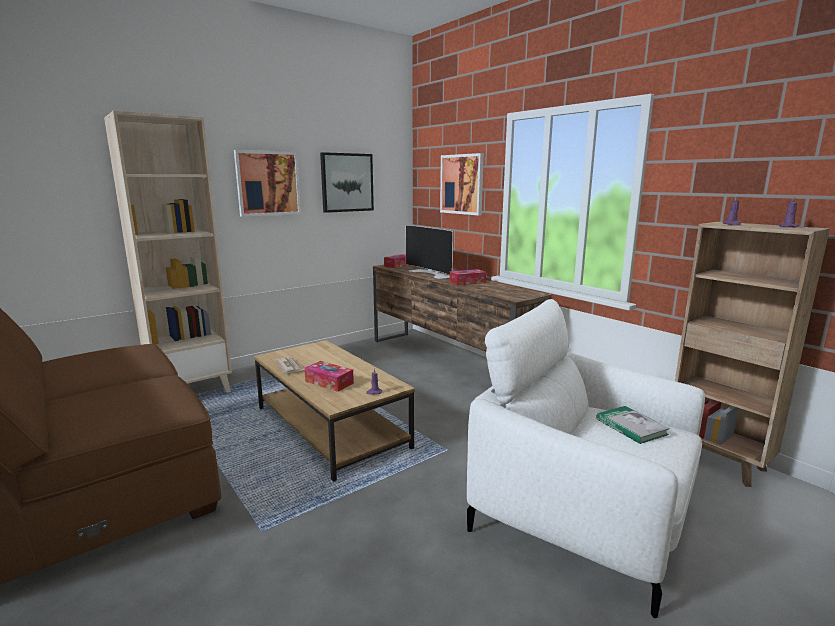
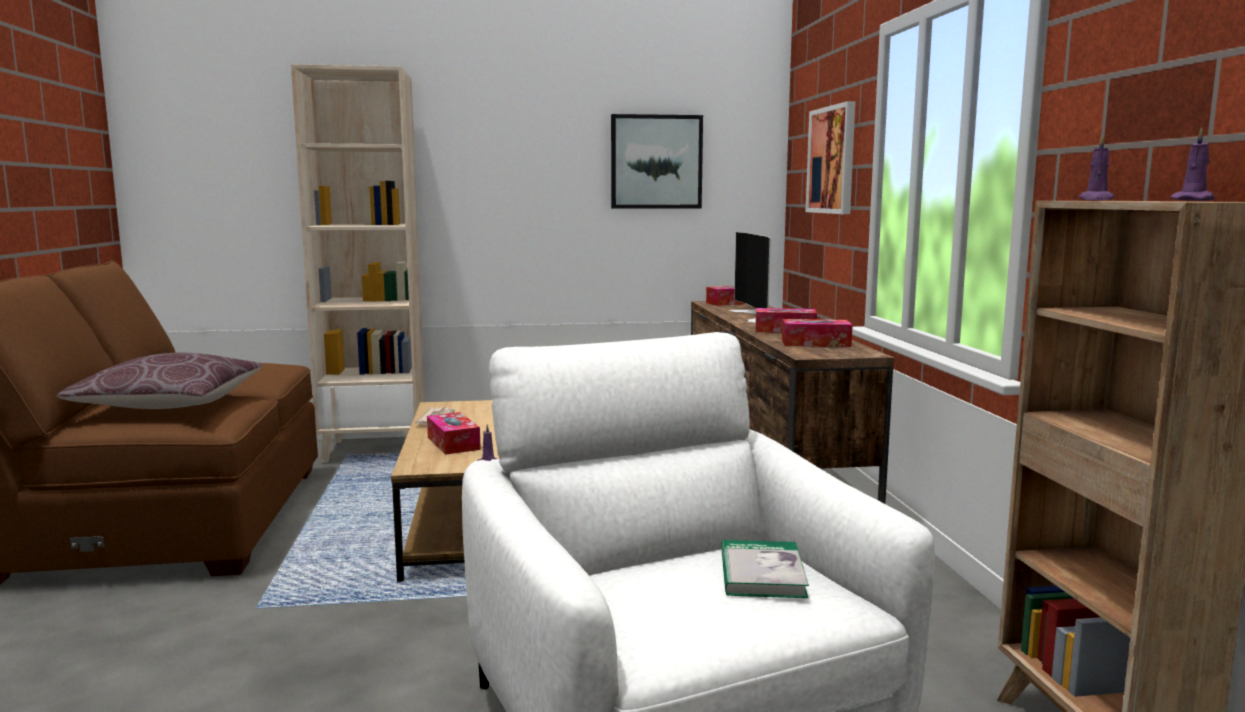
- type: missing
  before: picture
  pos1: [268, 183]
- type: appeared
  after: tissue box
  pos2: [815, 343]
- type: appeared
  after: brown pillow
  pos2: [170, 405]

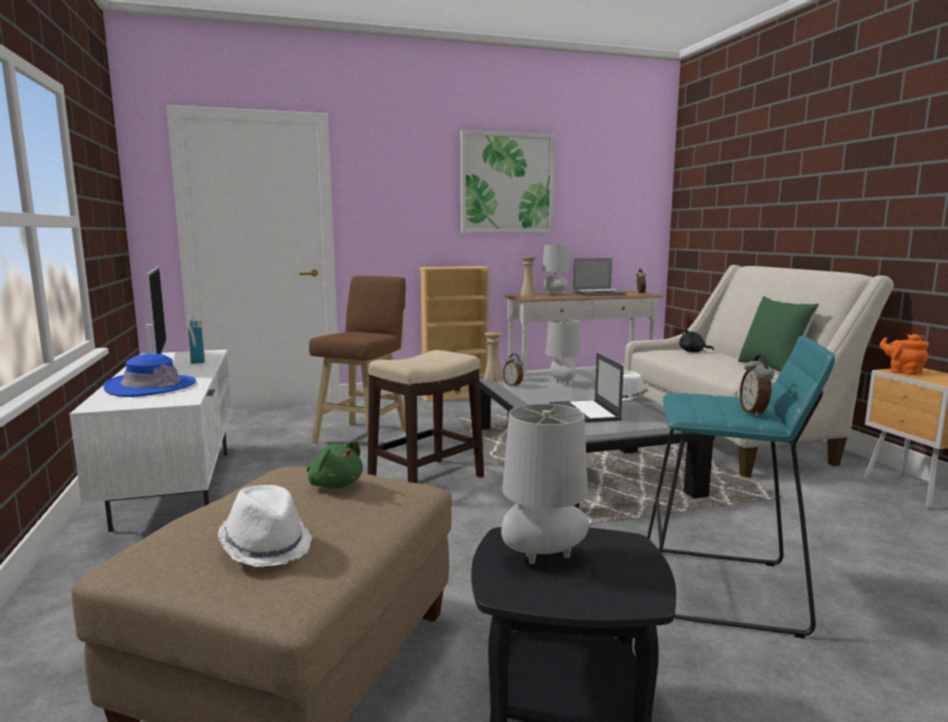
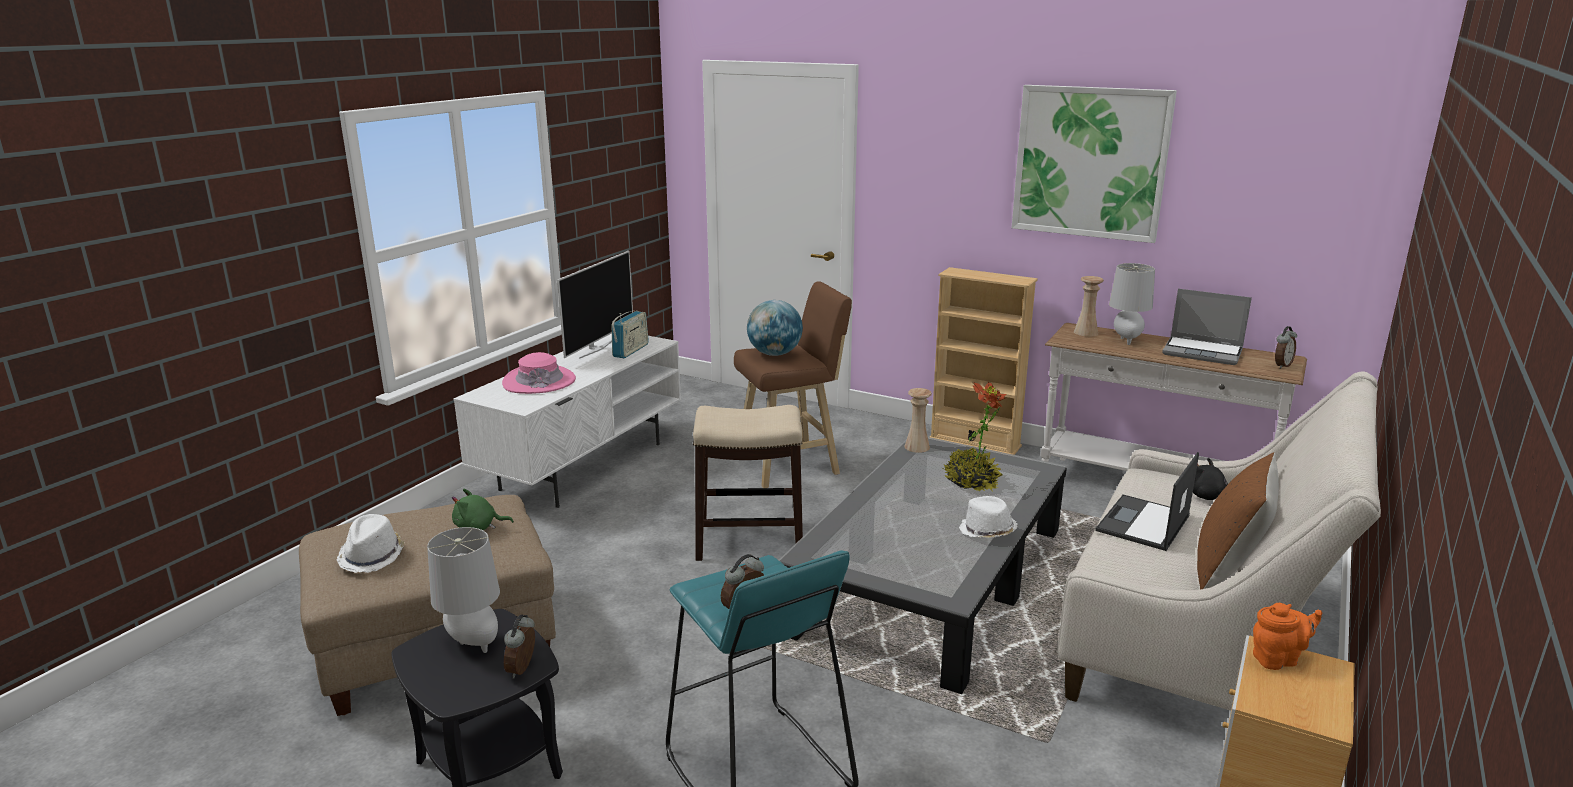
- type: colour
  before: green pillow
  after: brown pillow
  pos1: [772, 368]
  pos2: [1228, 569]
- type: exchanged
  before: grey table lamp
  after: potted plant
  pos1: [562, 383]
  pos2: [972, 482]
- type: spun
  before: orange teapot
  pos1: [903, 372]
  pos2: [1278, 659]
  turn: 75
- type: colour
  before: blue hat
  after: pink hat
  pos1: [151, 386]
  pos2: [539, 381]
- type: relocated
  before: laptop
  pos1: [584, 412]
  pos2: [1143, 524]
- type: relocated
  before: alarm clock
  pos1: [513, 385]
  pos2: [523, 669]
- type: spun
  before: green plush toy
  pos1: [334, 485]
  pos2: [478, 527]
  turn: 90
- type: appeared
  after: globe
  pos2: [774, 354]

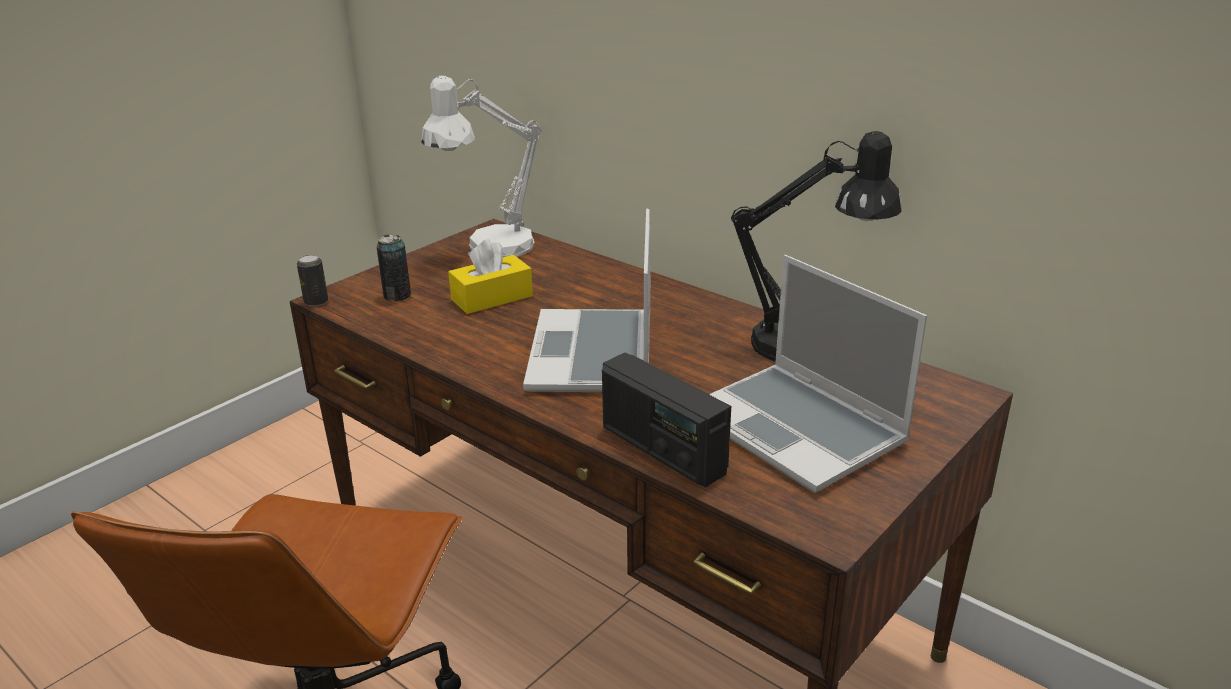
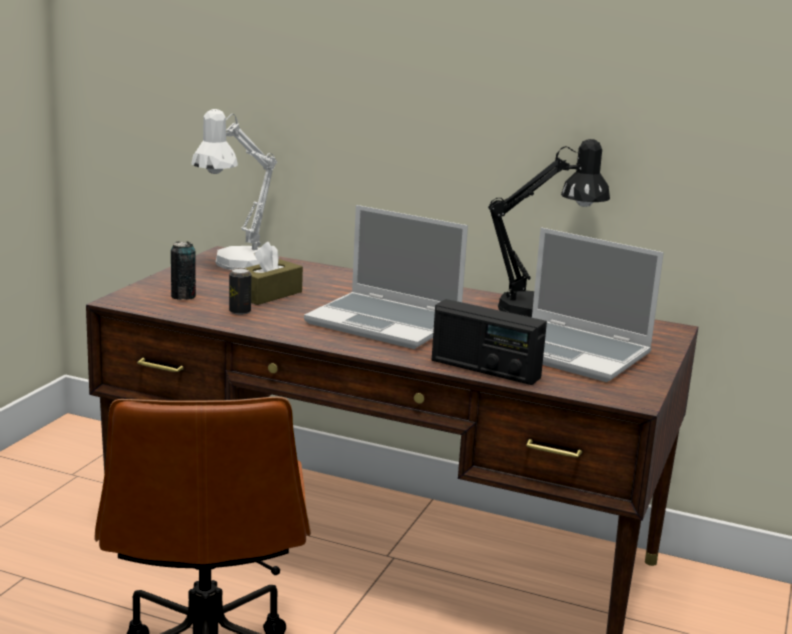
- type: spun
  before: laptop
  pos1: [594, 355]
  pos2: [386, 323]
  turn: -45
- type: colour
  before: yellow tissue box
  after: brown tissue box
  pos1: [492, 298]
  pos2: [268, 294]
- type: relocated
  before: can
  pos1: [316, 302]
  pos2: [240, 311]

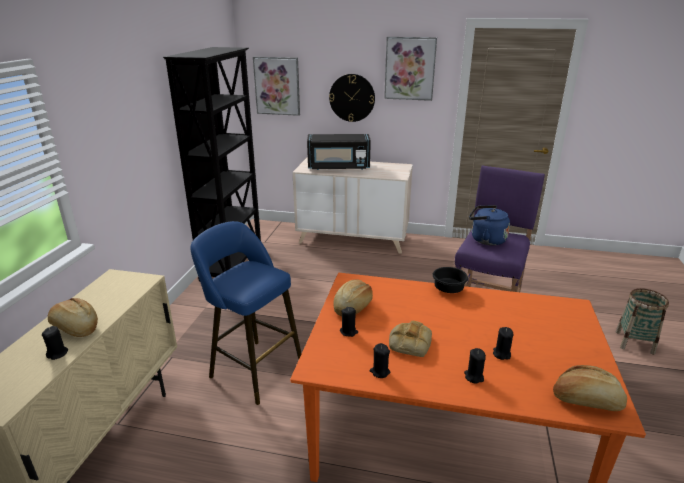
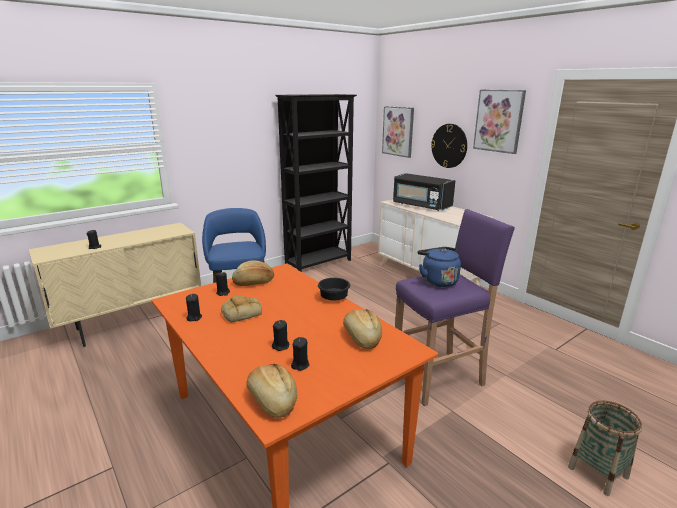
- type: relocated
  before: bread
  pos1: [75, 328]
  pos2: [361, 337]
- type: relocated
  before: black candle
  pos1: [473, 377]
  pos2: [300, 365]

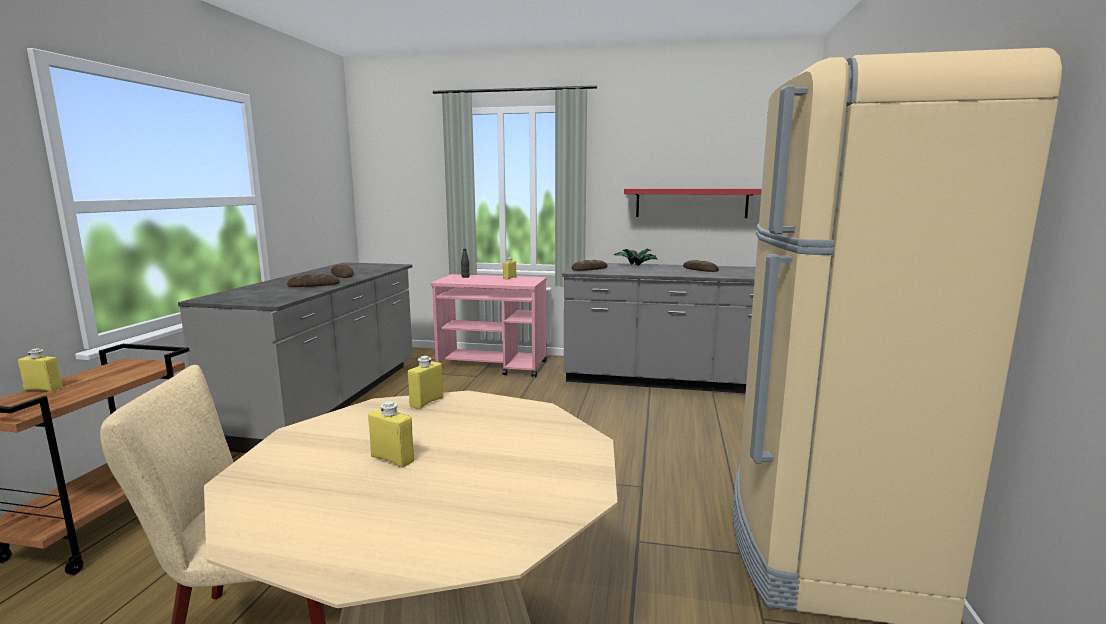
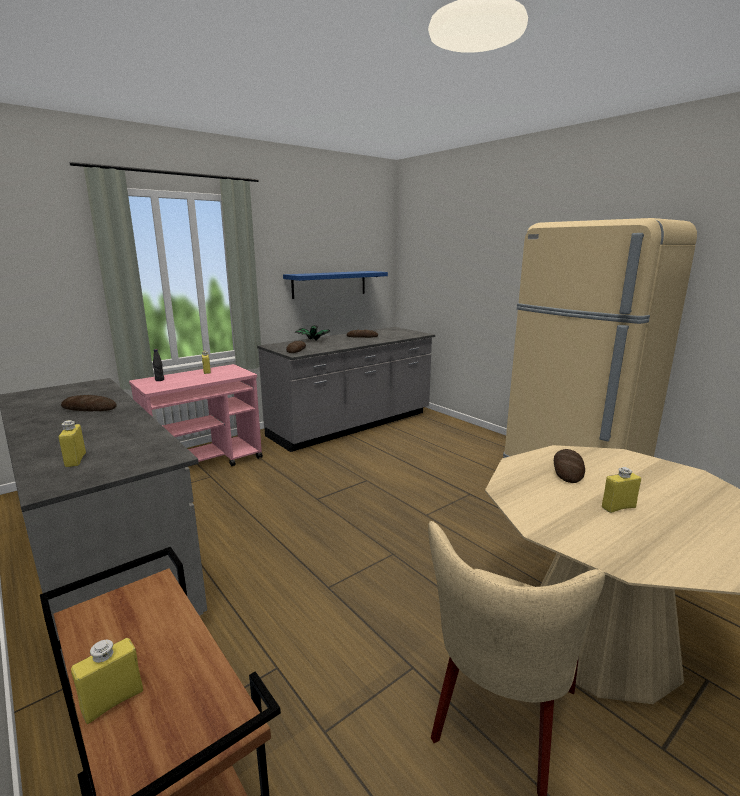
- type: colour
  before: red shelf
  after: blue shelf
  pos1: [691, 203]
  pos2: [329, 284]
- type: relocated
  before: bread
  pos1: [314, 285]
  pos2: [568, 469]
- type: relocated
  before: yellow bottle
  pos1: [426, 402]
  pos2: [75, 460]

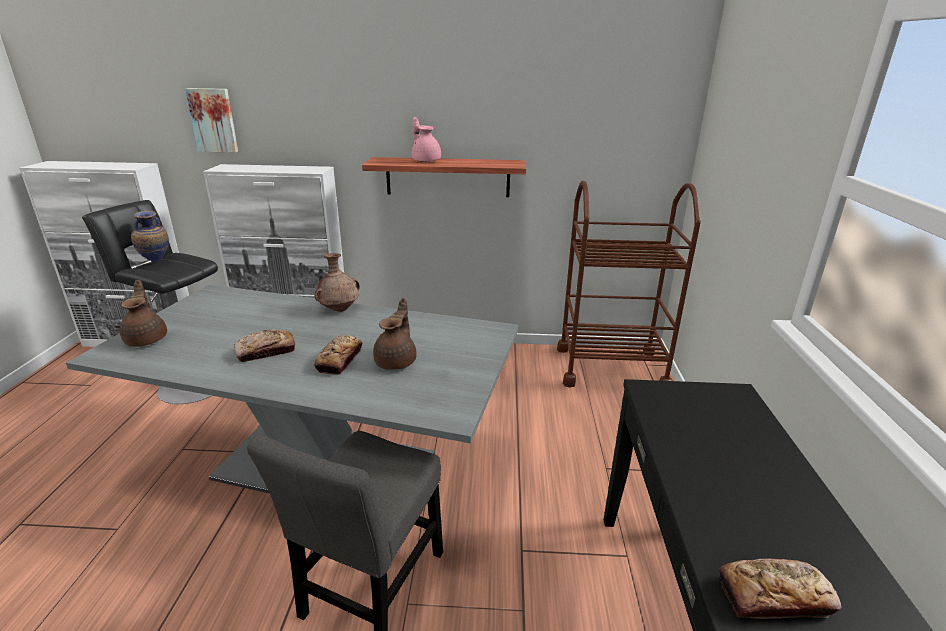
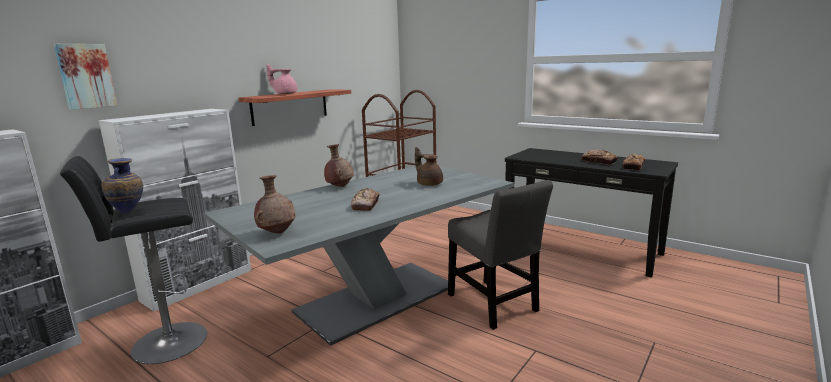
- type: exchanged
  before: brown teapot
  after: brown vase
  pos1: [147, 339]
  pos2: [277, 232]
- type: relocated
  before: bread
  pos1: [339, 360]
  pos2: [598, 161]

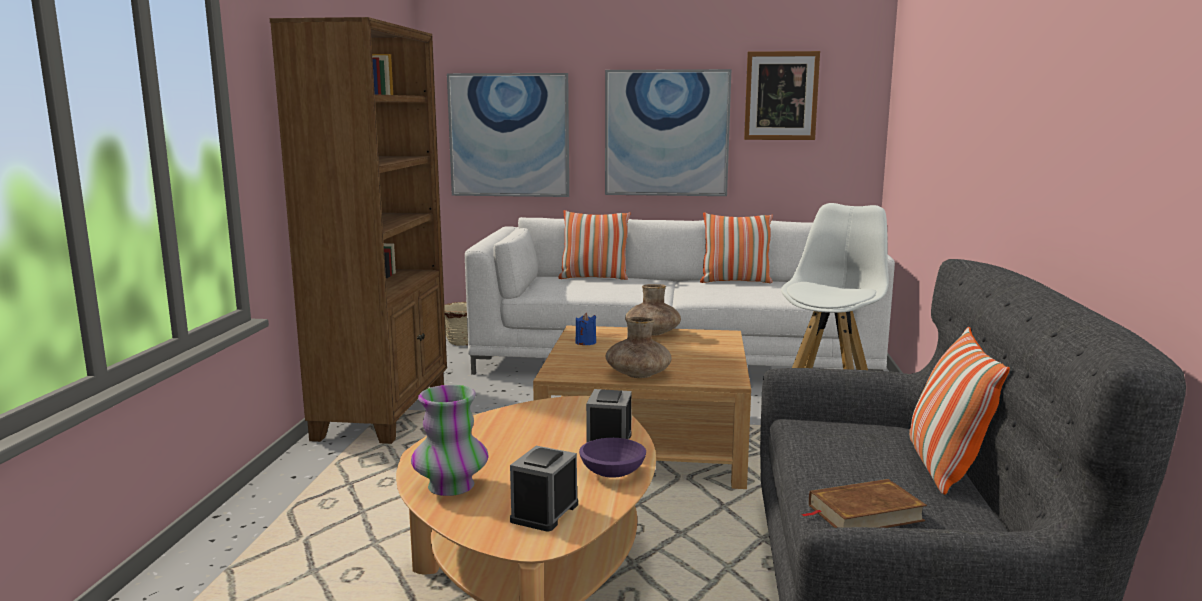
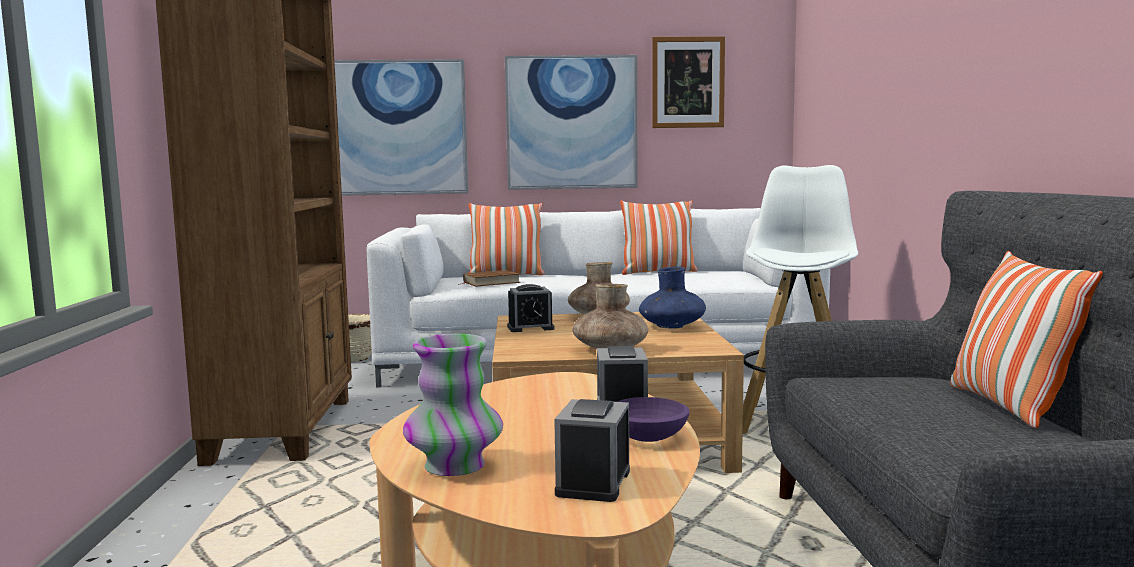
- type: exchanged
  before: blue candle
  after: alarm clock
  pos1: [585, 343]
  pos2: [530, 328]
- type: relocated
  before: brown book
  pos1: [864, 513]
  pos2: [491, 282]
- type: appeared
  after: blue vase
  pos2: [671, 326]

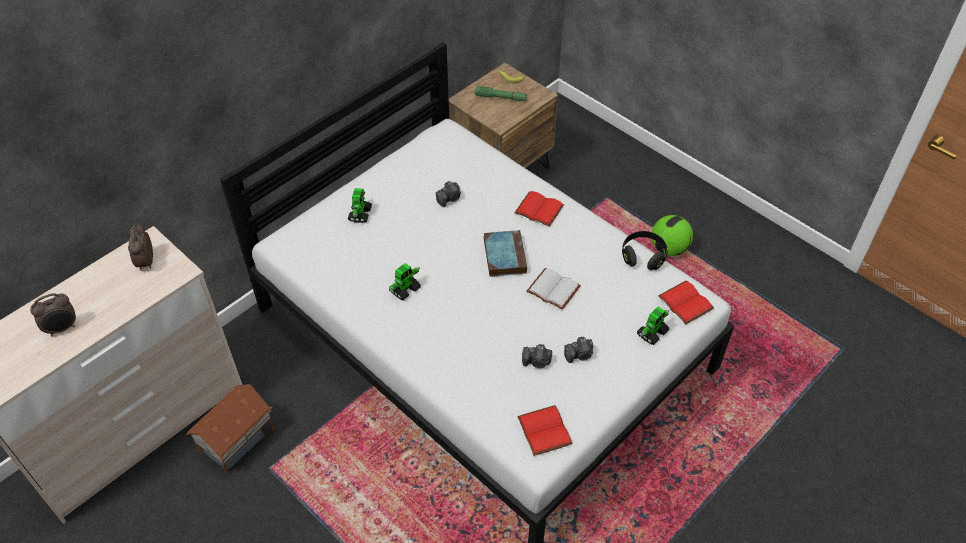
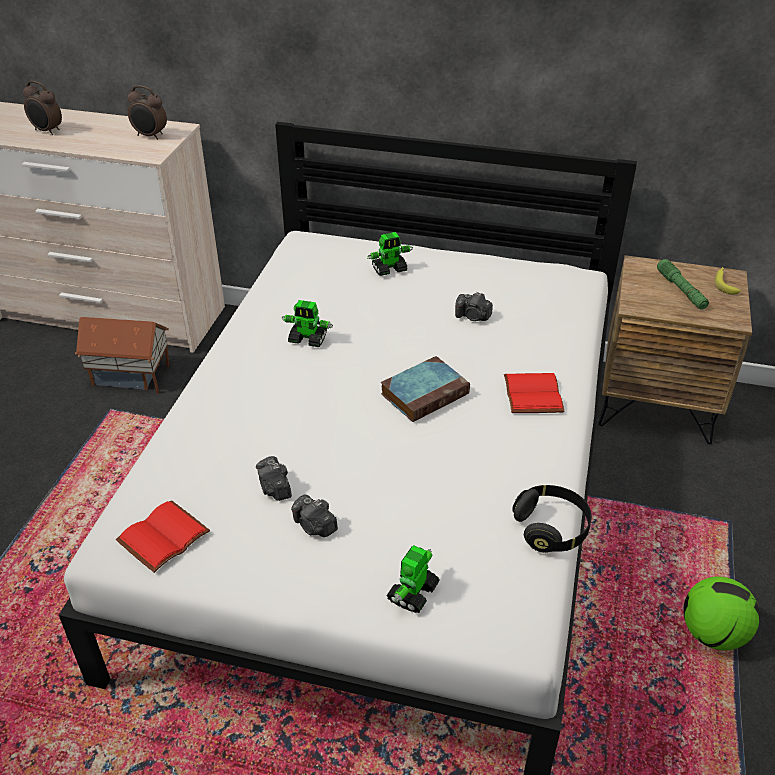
- type: spun
  before: alarm clock
  pos1: [145, 262]
  pos2: [150, 136]
  turn: -120
- type: missing
  before: white book
  pos1: [552, 290]
- type: missing
  before: red book
  pos1: [687, 303]
- type: spun
  before: toy robot
  pos1: [652, 333]
  pos2: [412, 593]
  turn: 105

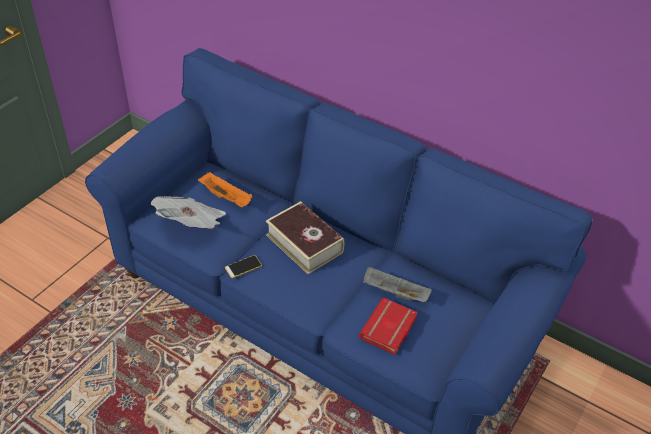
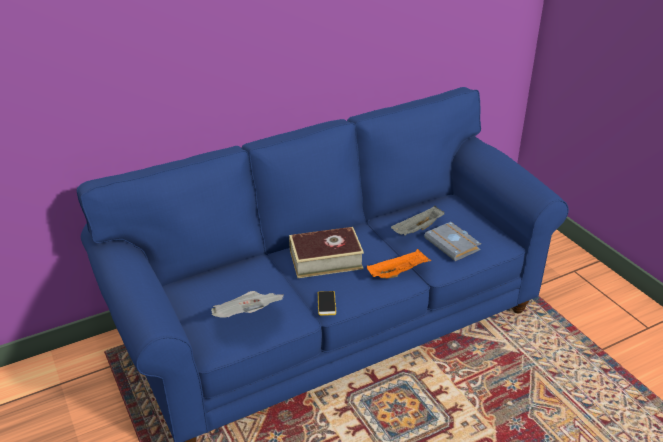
- type: relocated
  before: orange tray
  pos1: [226, 197]
  pos2: [398, 272]
- type: colour
  before: red book
  after: grey book
  pos1: [389, 330]
  pos2: [454, 245]

